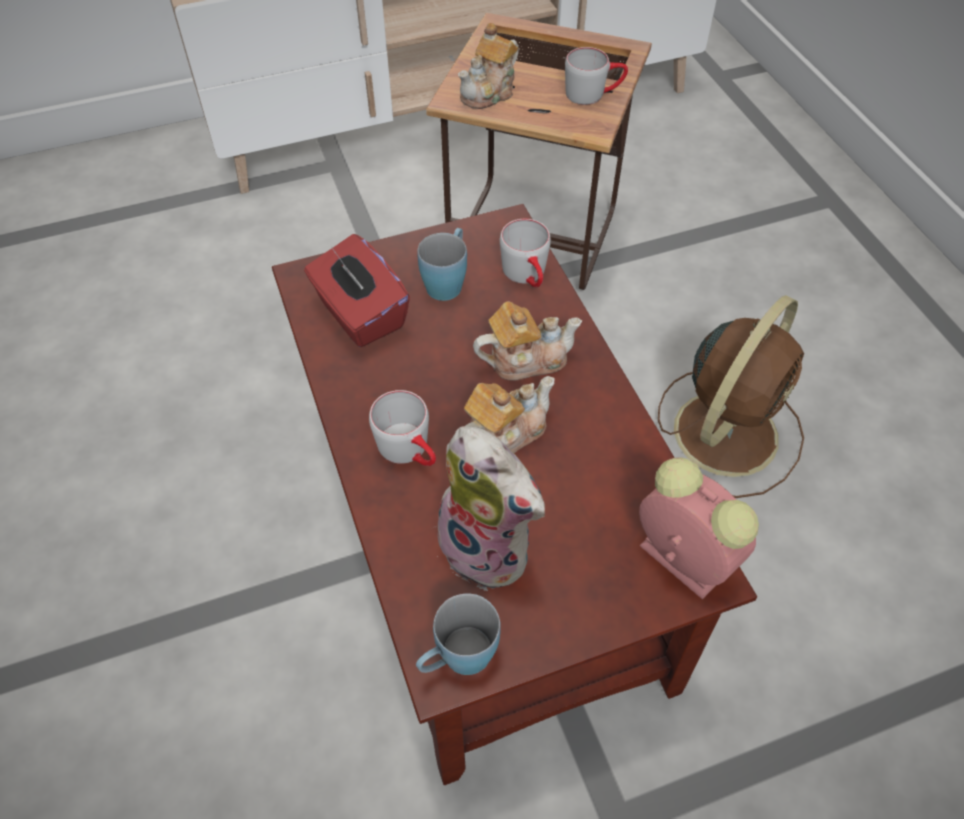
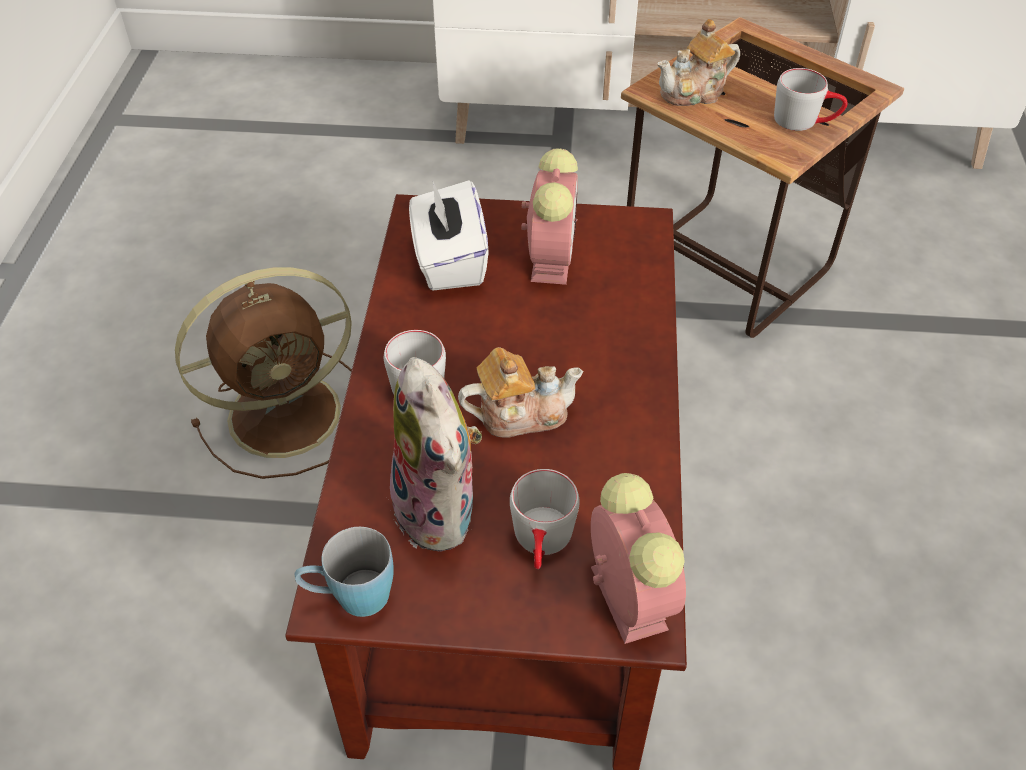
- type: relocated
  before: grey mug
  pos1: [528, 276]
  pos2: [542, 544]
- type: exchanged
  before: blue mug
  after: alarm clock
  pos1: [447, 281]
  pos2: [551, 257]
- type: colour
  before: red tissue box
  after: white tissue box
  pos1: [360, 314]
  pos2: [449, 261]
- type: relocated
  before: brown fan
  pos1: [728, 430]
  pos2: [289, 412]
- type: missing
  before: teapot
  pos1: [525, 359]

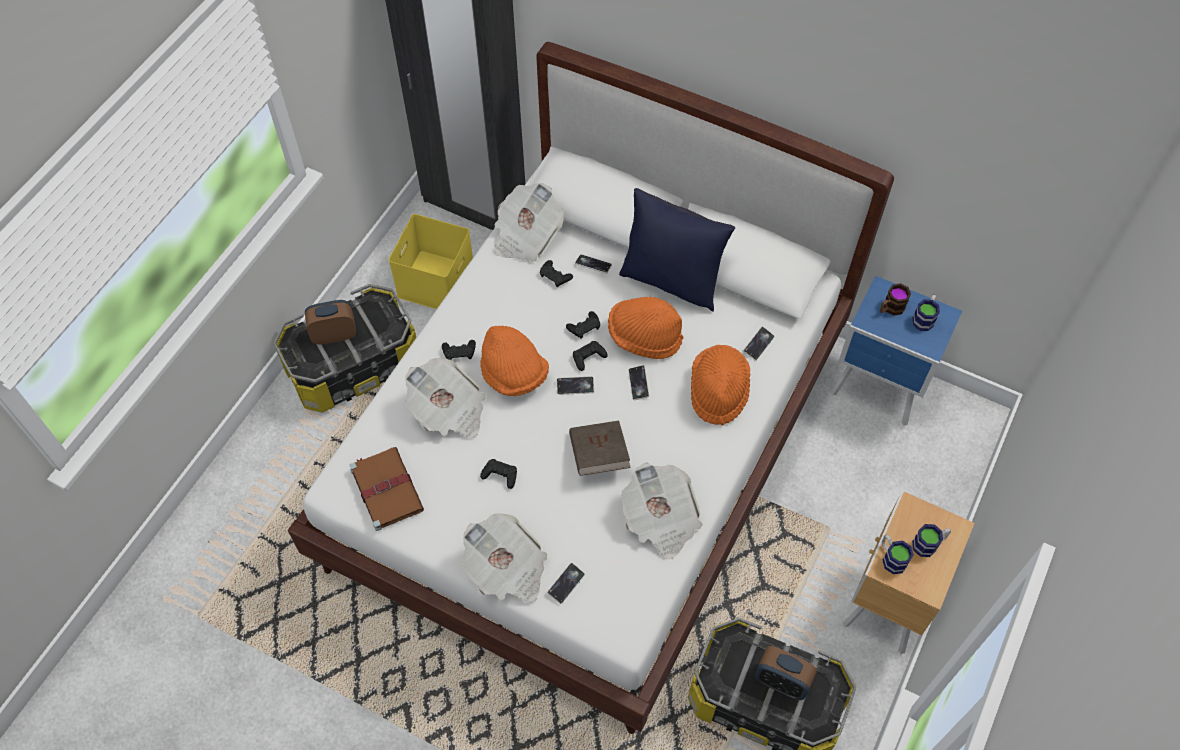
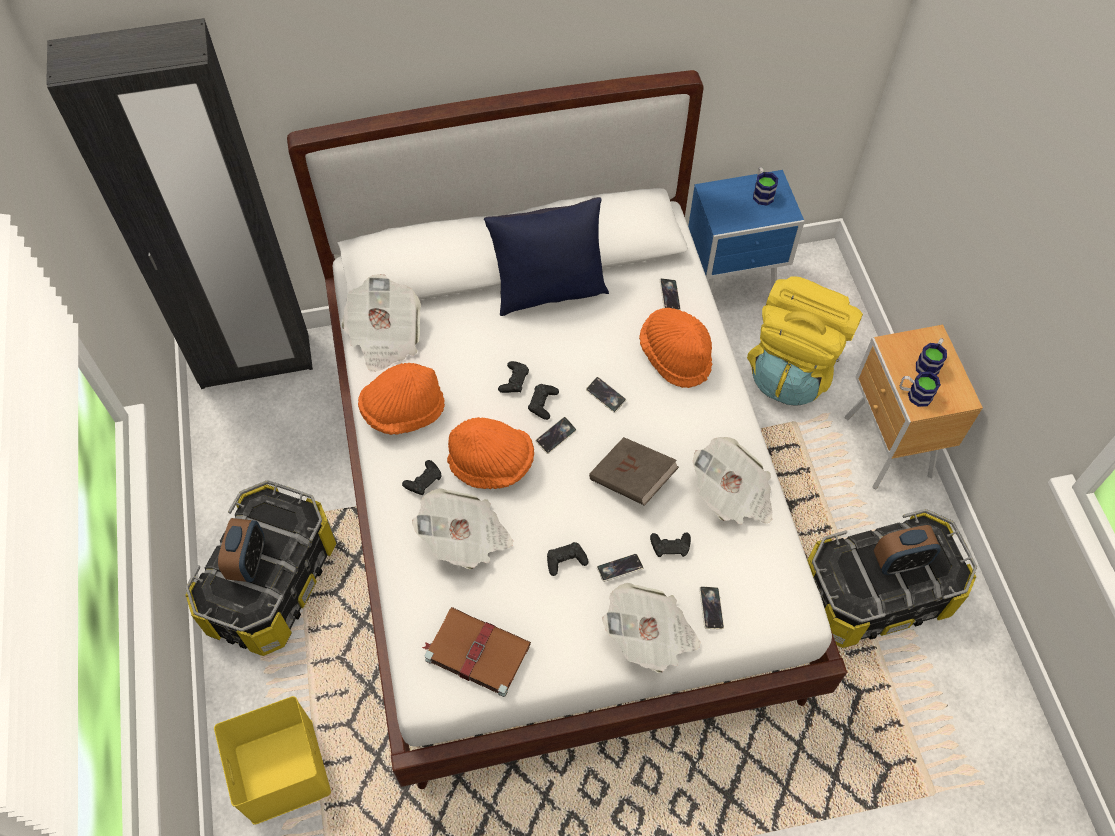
- type: relocated
  before: yellow storage box
  pos1: [435, 280]
  pos2: [280, 769]
- type: relocated
  before: phone
  pos1: [593, 265]
  pos2: [619, 568]
- type: relocated
  before: black game controller
  pos1: [555, 276]
  pos2: [670, 546]
- type: missing
  before: mug
  pos1: [890, 308]
- type: relocated
  before: orange hat
  pos1: [644, 337]
  pos2: [403, 411]
- type: spun
  before: alarm clock
  pos1: [334, 334]
  pos2: [248, 561]
  turn: 150
- type: appeared
  after: yellow backpack
  pos2: [793, 368]

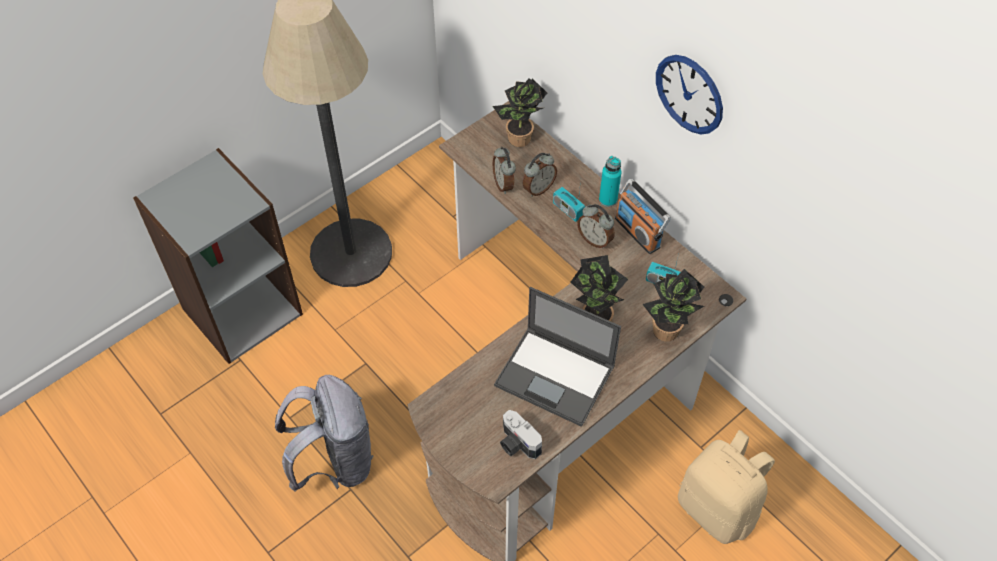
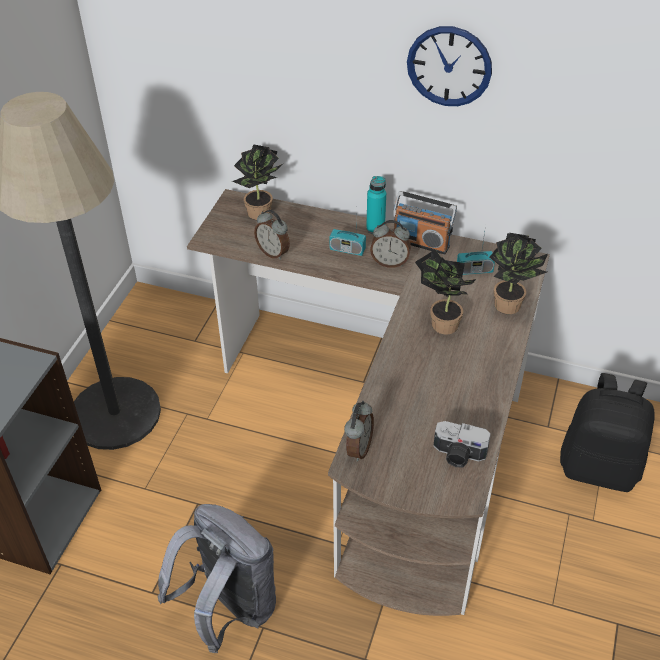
- type: relocated
  before: alarm clock
  pos1: [538, 188]
  pos2: [358, 448]
- type: missing
  before: laptop
  pos1: [556, 376]
- type: colour
  before: beige backpack
  after: black backpack
  pos1: [718, 508]
  pos2: [599, 467]

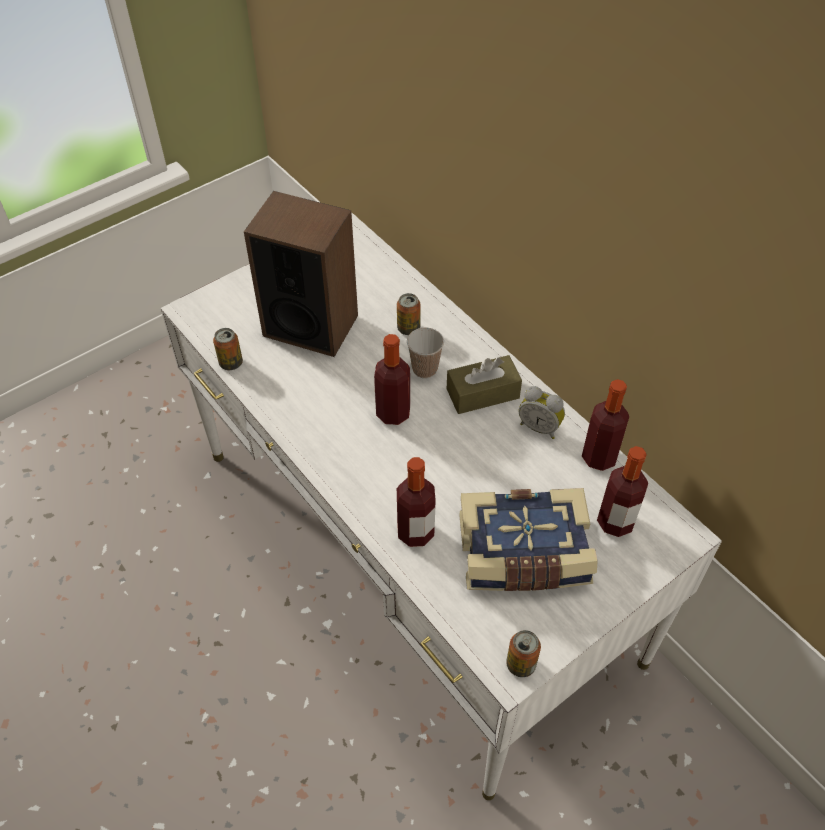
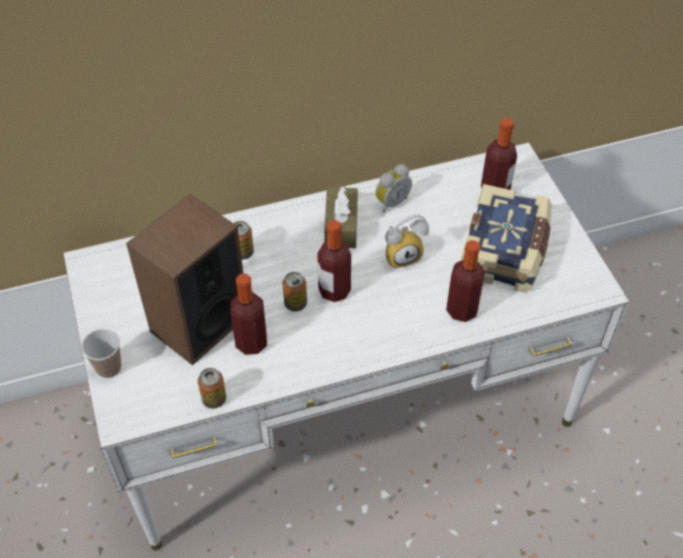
- type: relocated
  before: cup
  pos1: [425, 369]
  pos2: [108, 367]
- type: relocated
  before: bottle
  pos1: [599, 457]
  pos2: [251, 342]
- type: relocated
  before: can
  pos1: [521, 664]
  pos2: [295, 303]
- type: appeared
  after: alarm clock
  pos2: [402, 255]

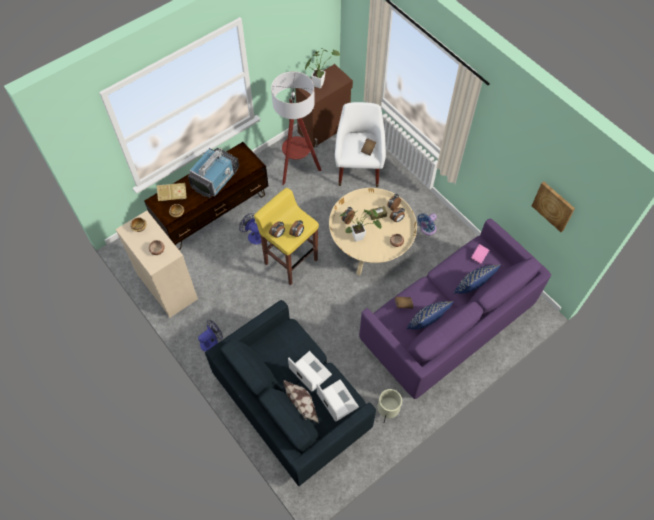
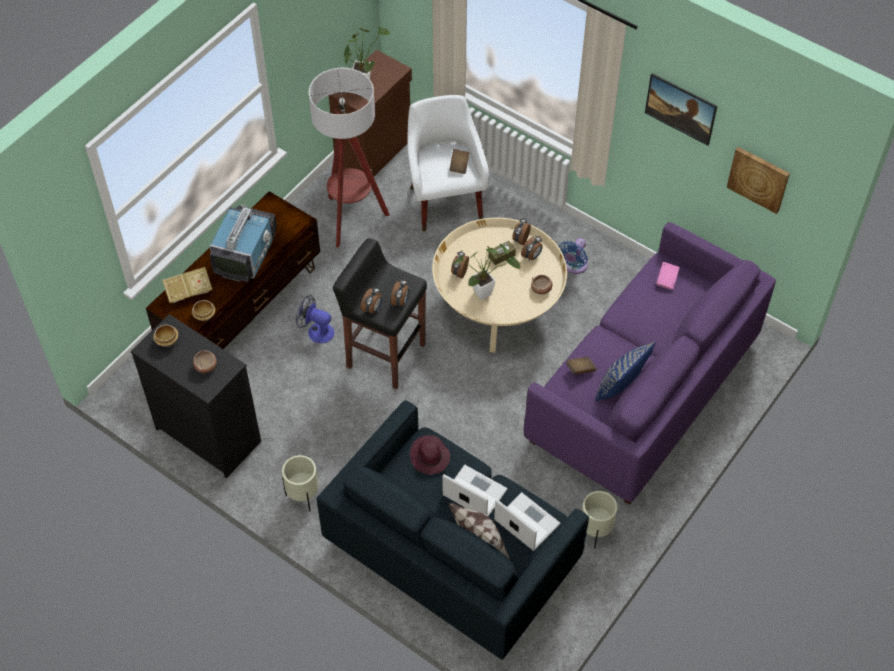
- type: colour
  before: yellow stool
  after: black stool
  pos1: [290, 261]
  pos2: [385, 355]
- type: colour
  before: beige dresser
  after: black dresser
  pos1: [168, 287]
  pos2: [209, 435]
- type: missing
  before: blue pillow
  pos1: [472, 287]
- type: exchanged
  before: fan
  after: beige planter
  pos1: [212, 341]
  pos2: [303, 496]
- type: appeared
  after: picture
  pos2: [678, 118]
- type: appeared
  after: purple hat
  pos2: [430, 457]

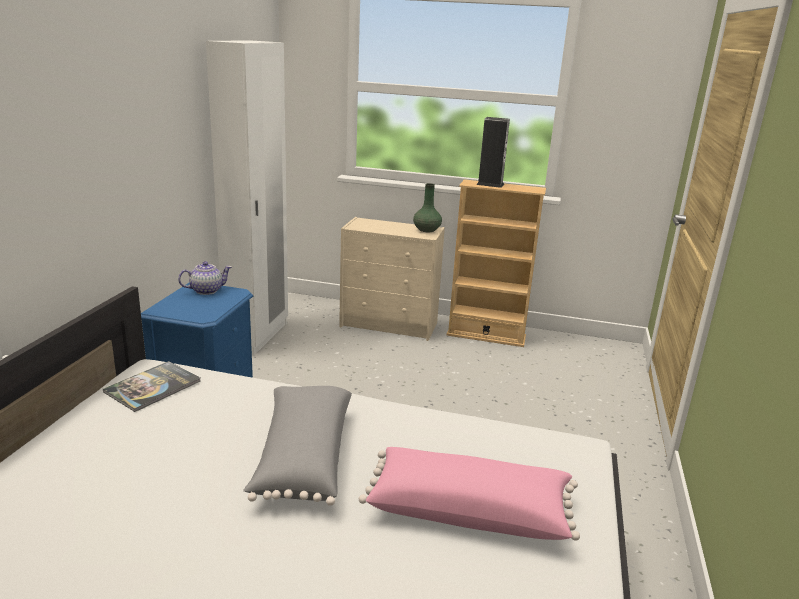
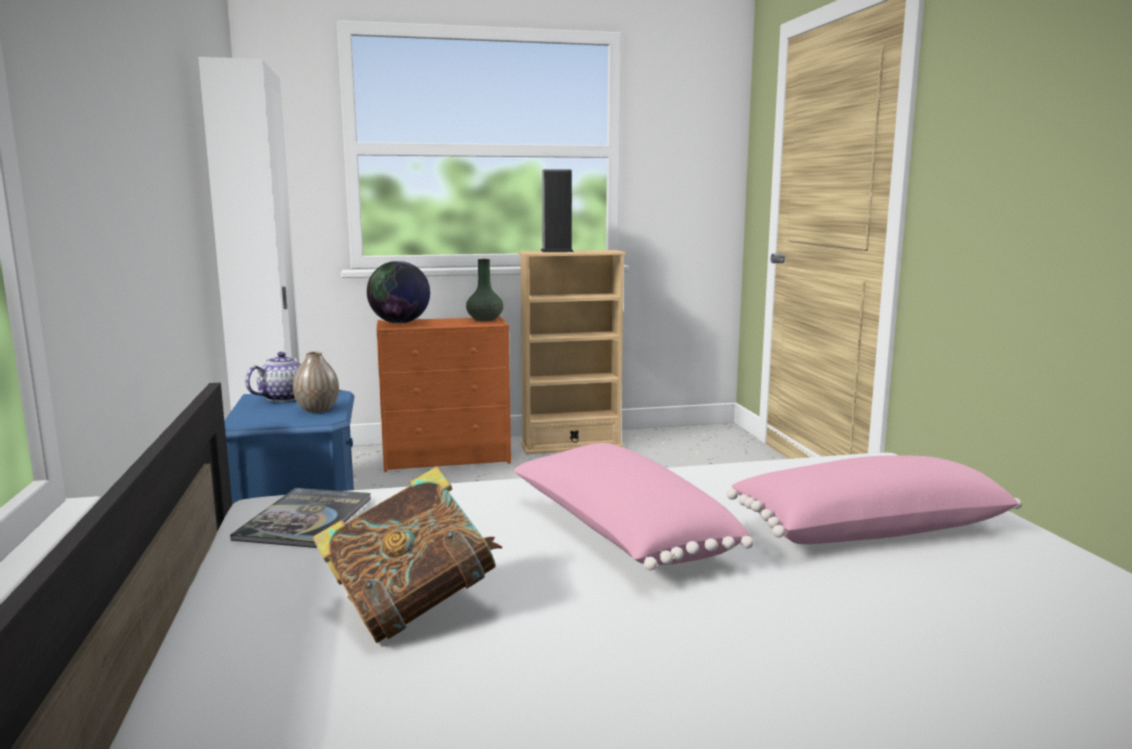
- type: colour
  before: beige dresser
  after: orange dresser
  pos1: [390, 325]
  pos2: [448, 458]
- type: colour
  before: grey pillow
  after: pink pillow
  pos1: [302, 457]
  pos2: [619, 534]
- type: appeared
  after: globe
  pos2: [400, 323]
- type: appeared
  after: vase
  pos2: [317, 410]
- type: appeared
  after: book
  pos2: [411, 609]

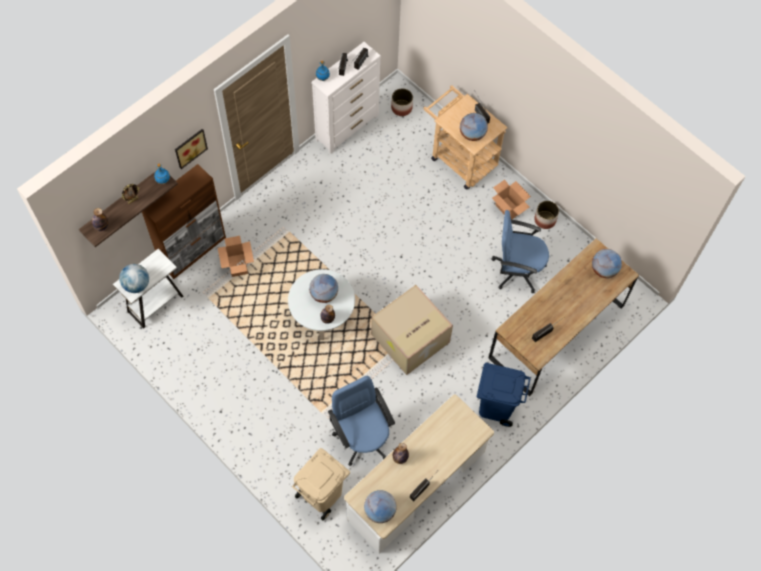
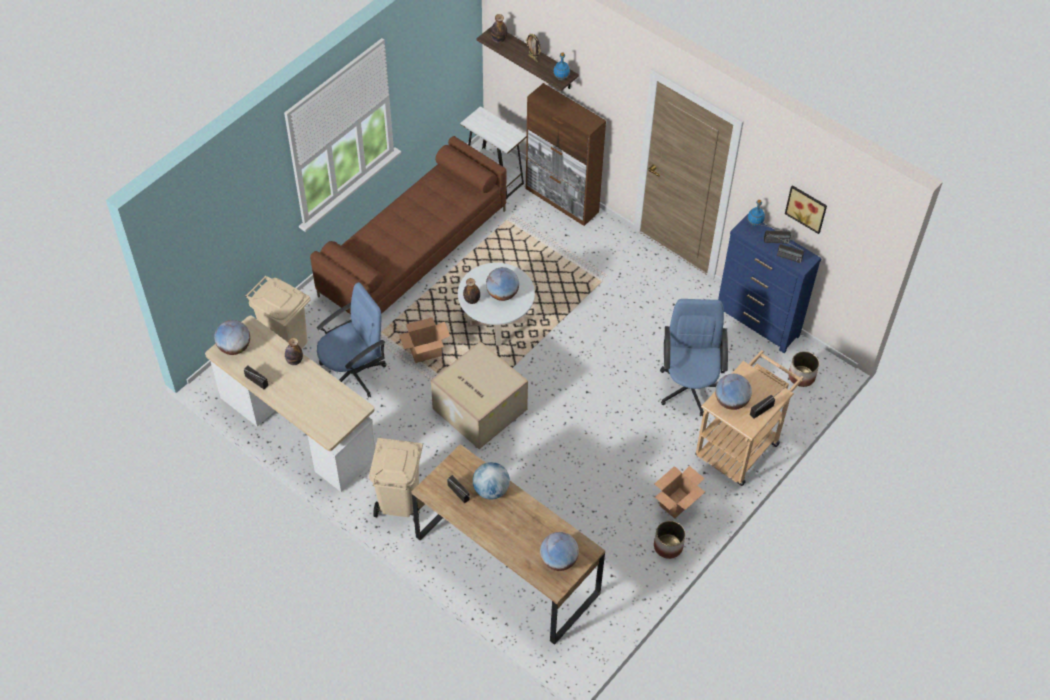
- type: colour
  before: white dresser
  after: blue dresser
  pos1: [347, 127]
  pos2: [758, 323]
- type: relocated
  before: picture
  pos1: [189, 147]
  pos2: [807, 208]
- type: relocated
  before: blue office chair
  pos1: [517, 269]
  pos2: [690, 387]
- type: relocated
  before: cardboard box
  pos1: [238, 265]
  pos2: [425, 352]
- type: relocated
  before: globe
  pos1: [136, 284]
  pos2: [491, 490]
- type: colour
  before: blue trash can
  after: beige trash can
  pos1: [496, 406]
  pos2: [400, 502]
- type: appeared
  after: brown sofa
  pos2: [413, 252]

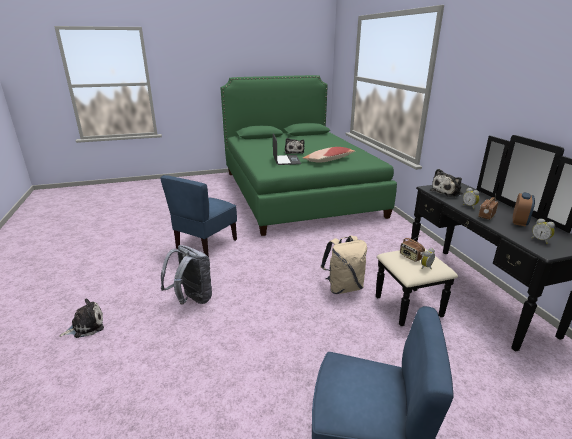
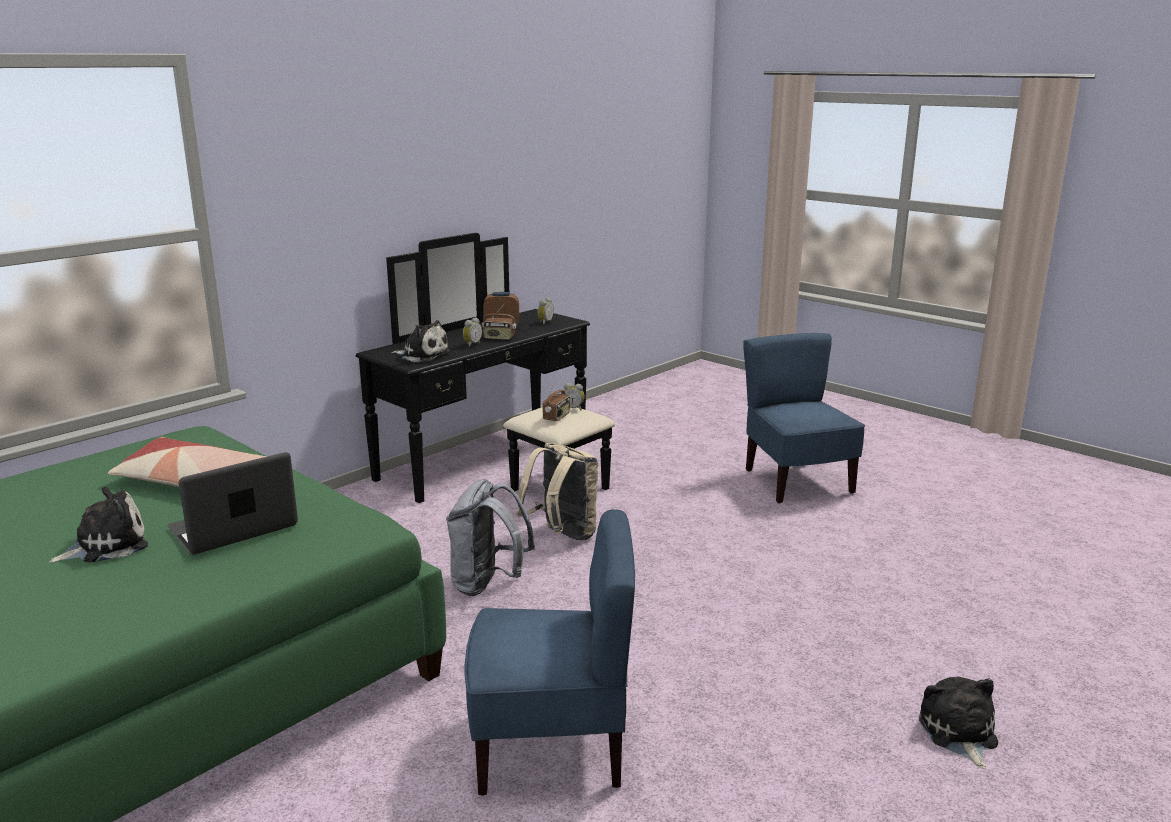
- type: relocated
  before: grey backpack
  pos1: [192, 299]
  pos2: [488, 584]
- type: spun
  before: plush toy
  pos1: [86, 326]
  pos2: [958, 733]
  turn: 60

